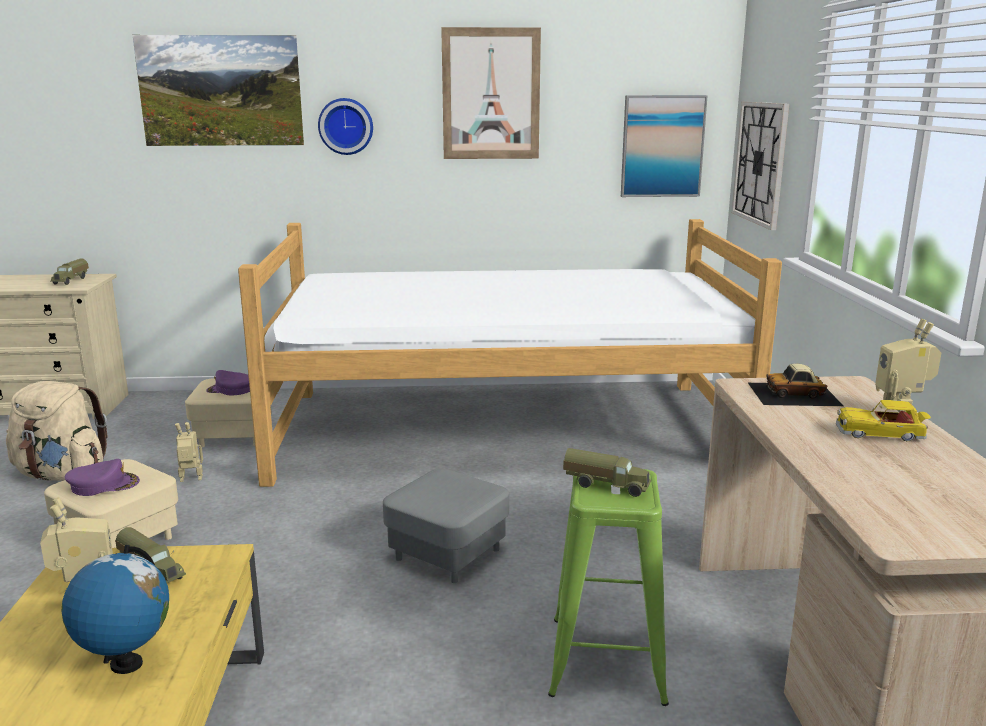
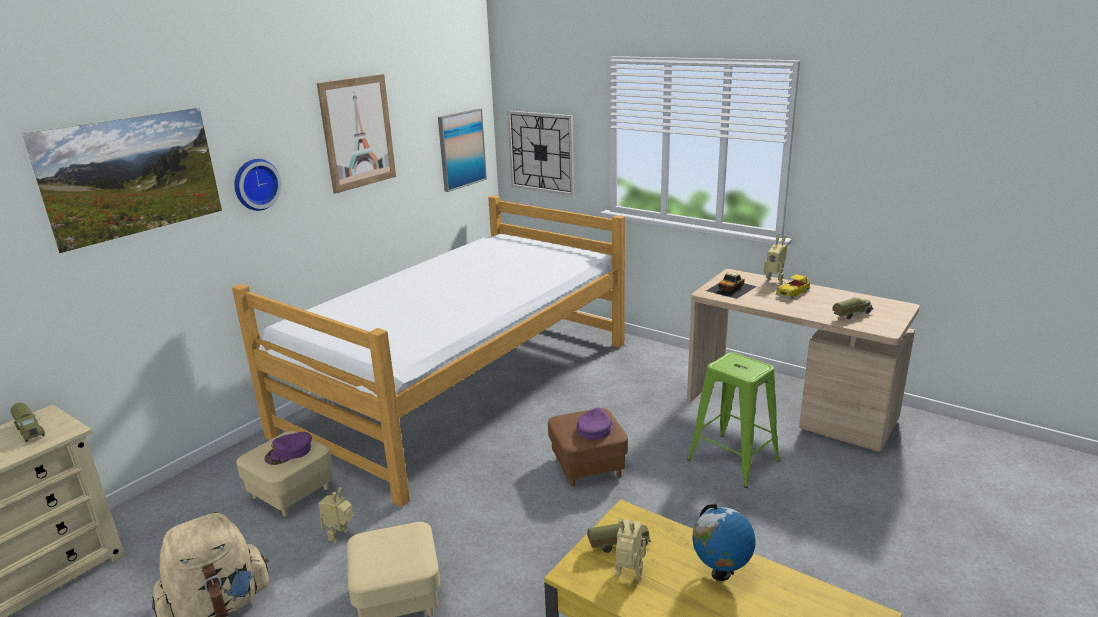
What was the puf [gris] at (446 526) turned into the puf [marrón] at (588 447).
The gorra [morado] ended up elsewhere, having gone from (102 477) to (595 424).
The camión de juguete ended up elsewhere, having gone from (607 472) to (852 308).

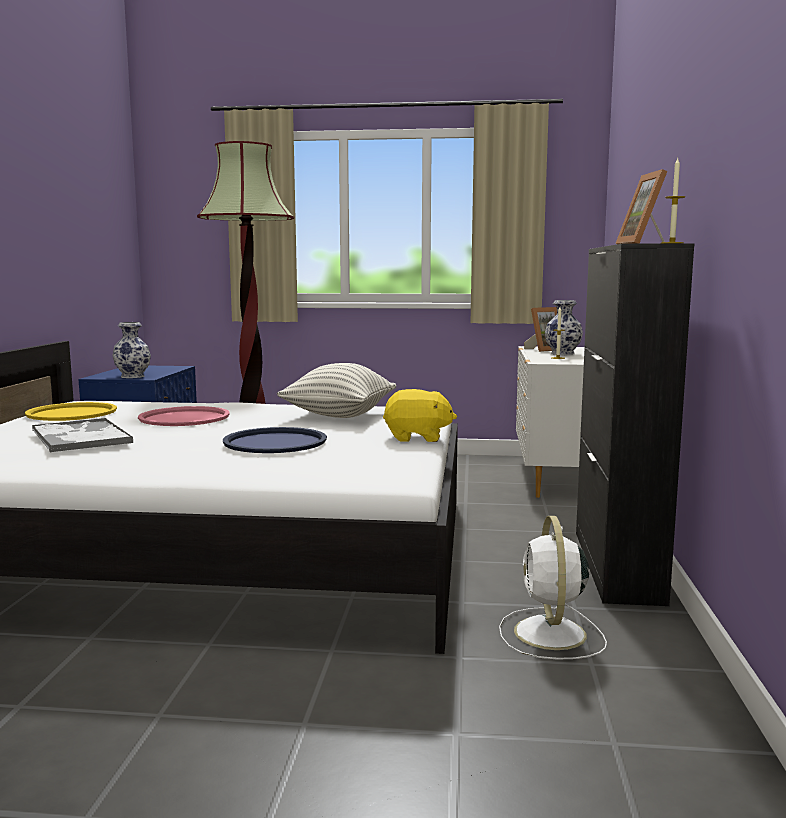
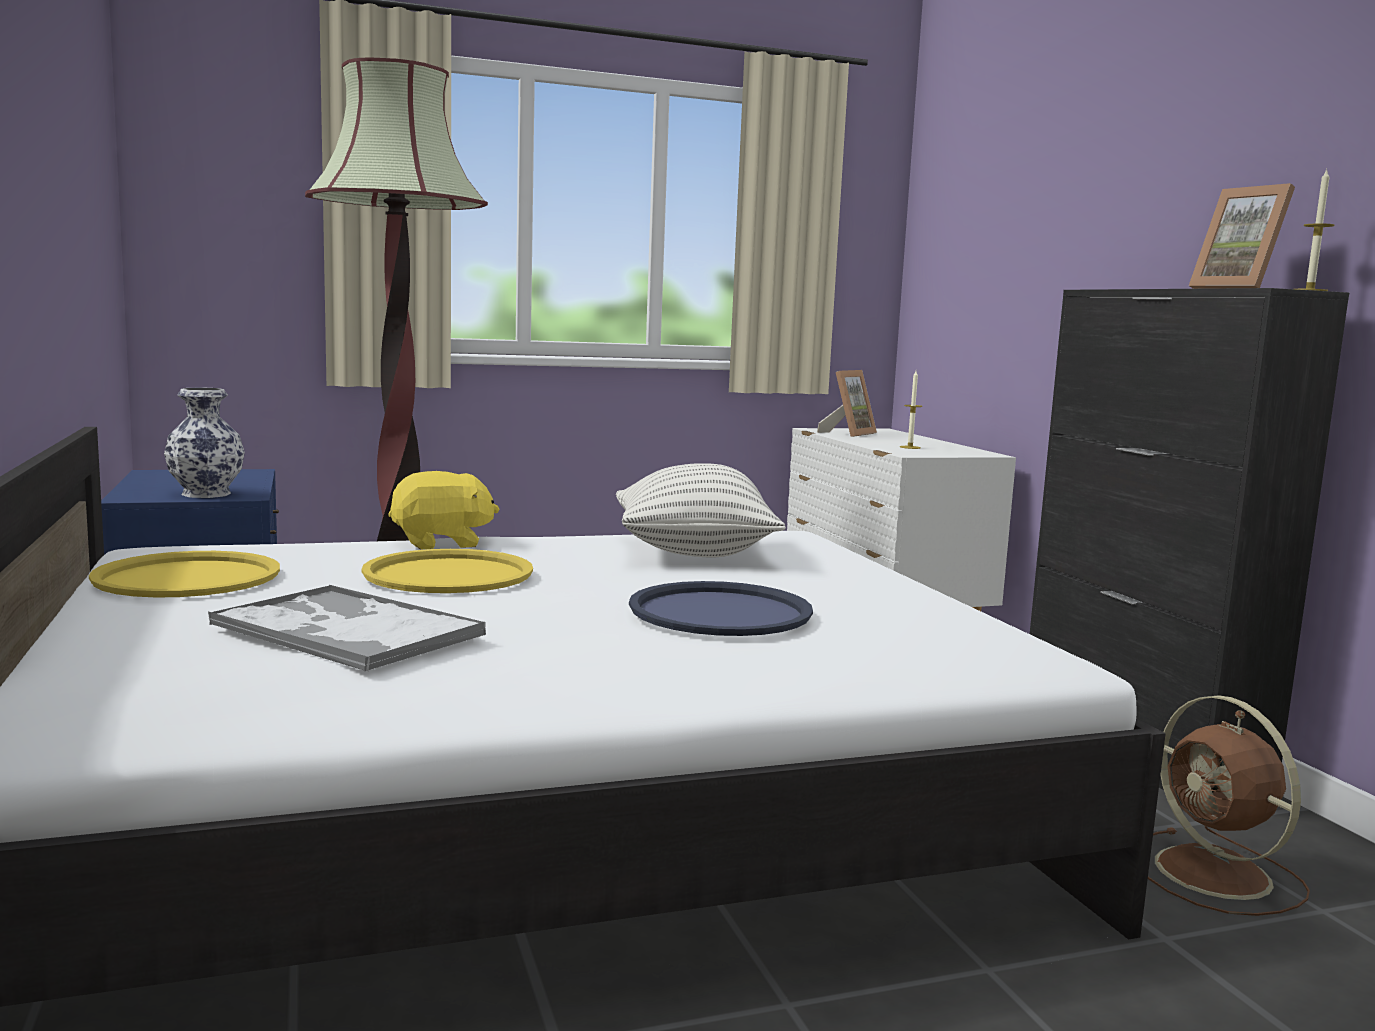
What was the bandeja [rosa] at (184 416) turned into the bandeja [amarillo] at (447 571).
The peluche [amarillo] ended up elsewhere, having gone from (420 415) to (443 510).
What was the ventilador [blanco] at (553 588) turned into the ventilador [marrón] at (1229 805).
The second view lost the florero at (564 327).

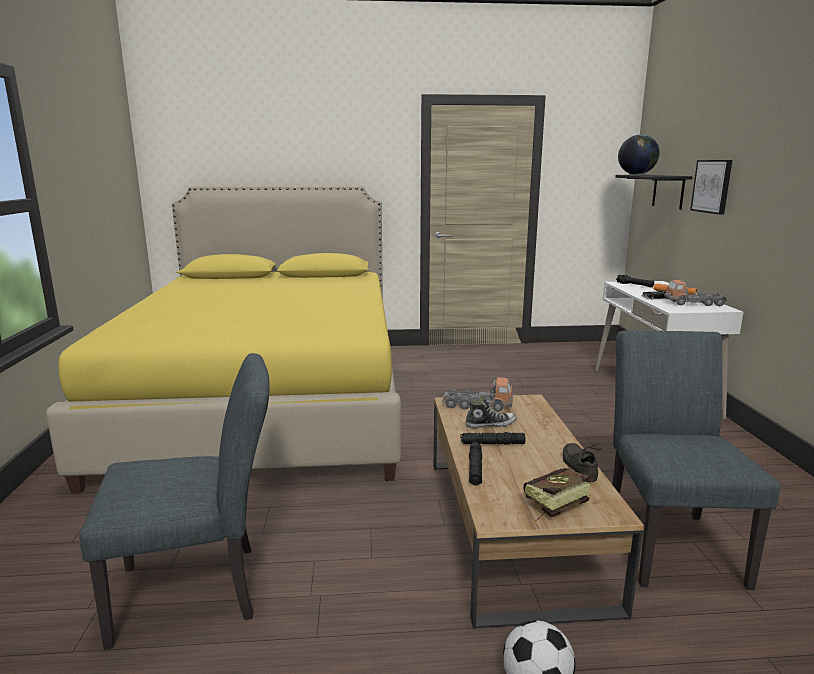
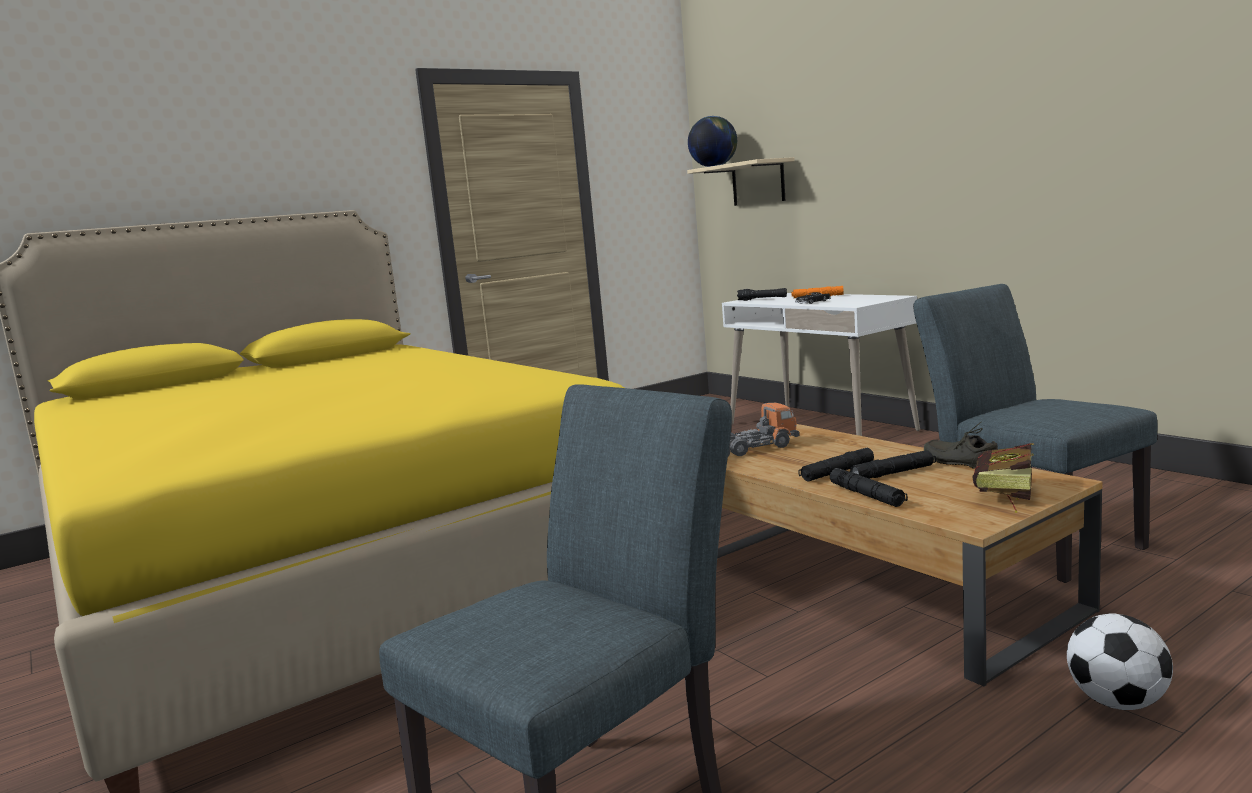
What was the estante [negro] at (653 192) turned into the estante [beis] at (741 181).
The second view gained the linterna [negro] at (893 464).
The second view lost the zapato at (491 412).
The second view lost the camión de juguete at (696 293).
The second view lost the cuadro at (711 187).

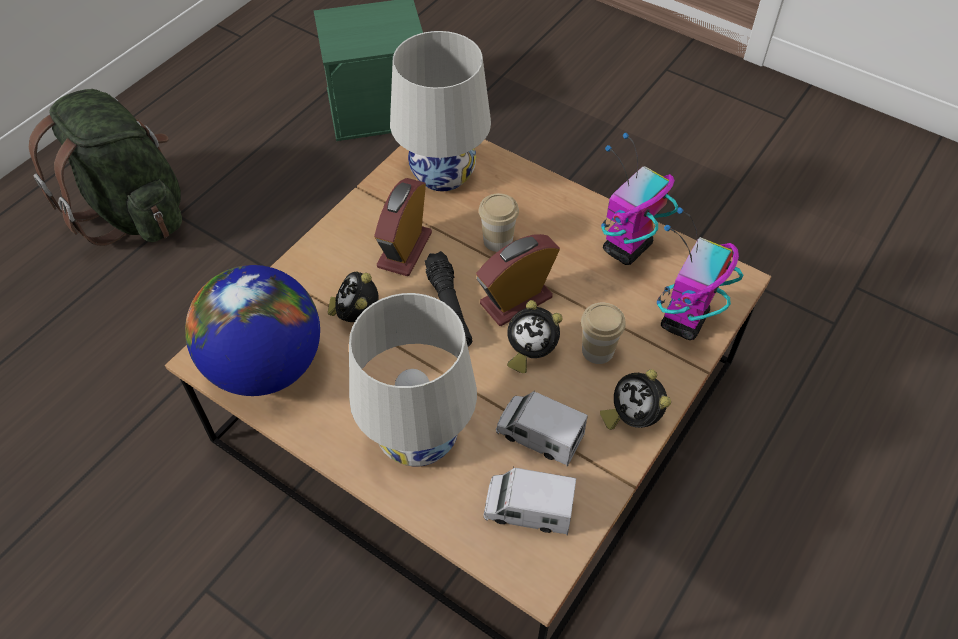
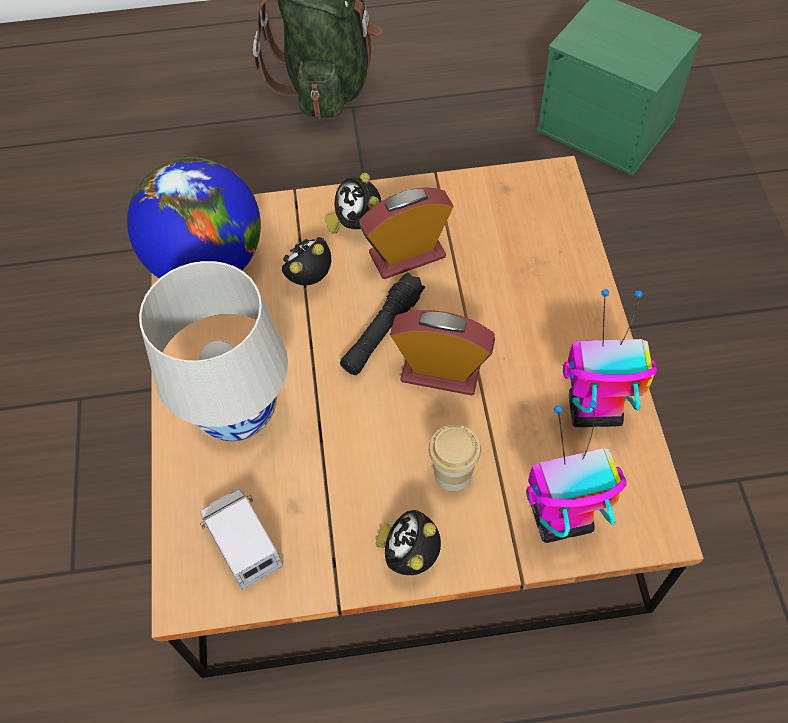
The despertador ended up elsewhere, having gone from (535 336) to (353 203).
The second view lost the lámpara de mesa [blanco] at (440 111).
The second view lost the taza at (499 222).
The second view lost the camión de juguete at (542 428).

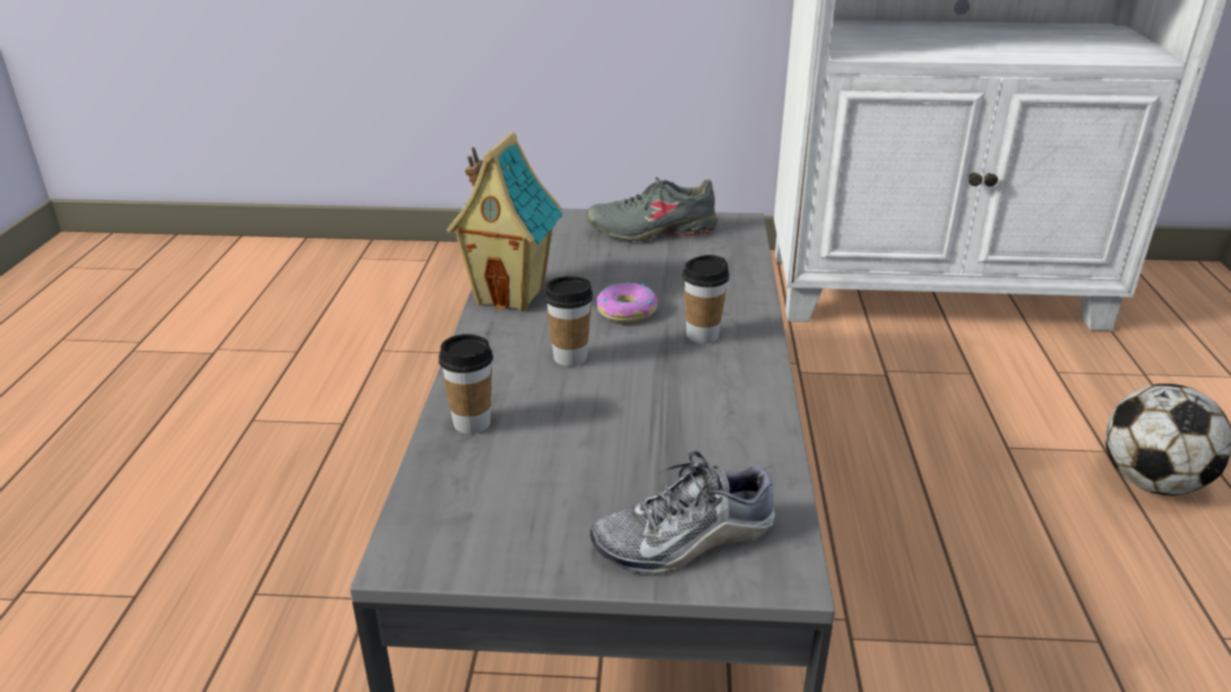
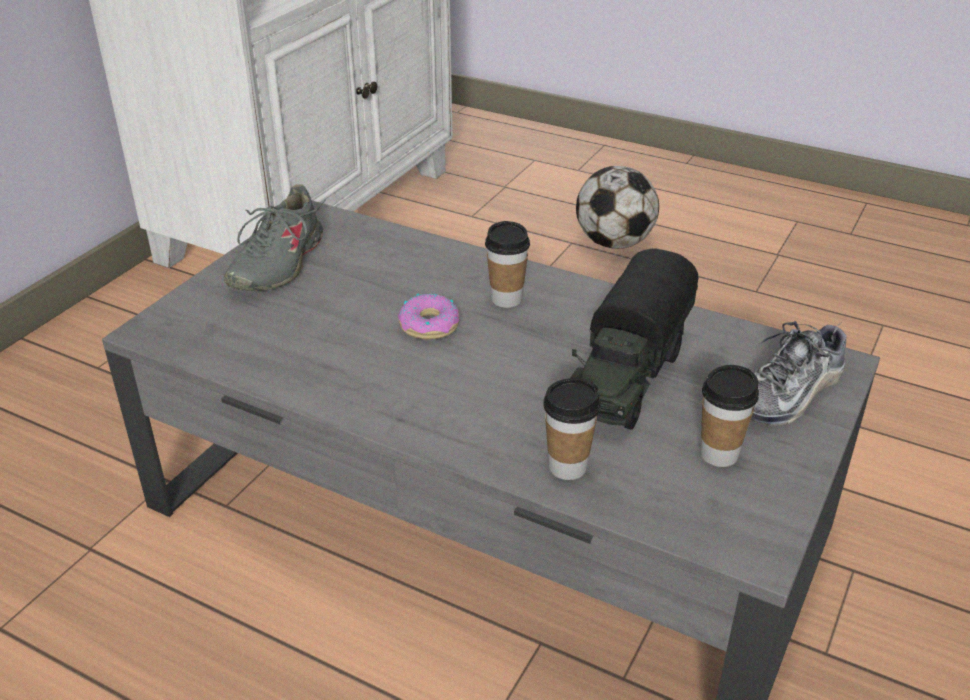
The second view gained the camión de juguete at (635 339).
The taza ended up elsewhere, having gone from (568 321) to (729 416).
The zapato at (682 513) ended up facing another way, 45 degrees clockwise from before.
The second view lost the casita at (505 222).

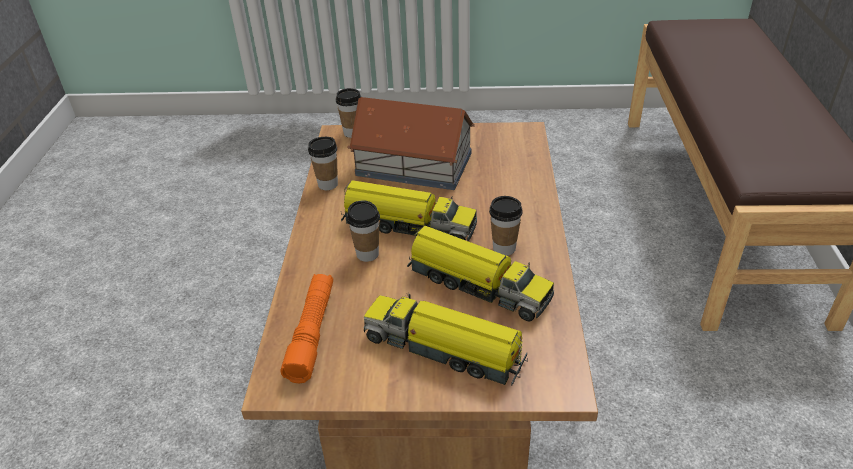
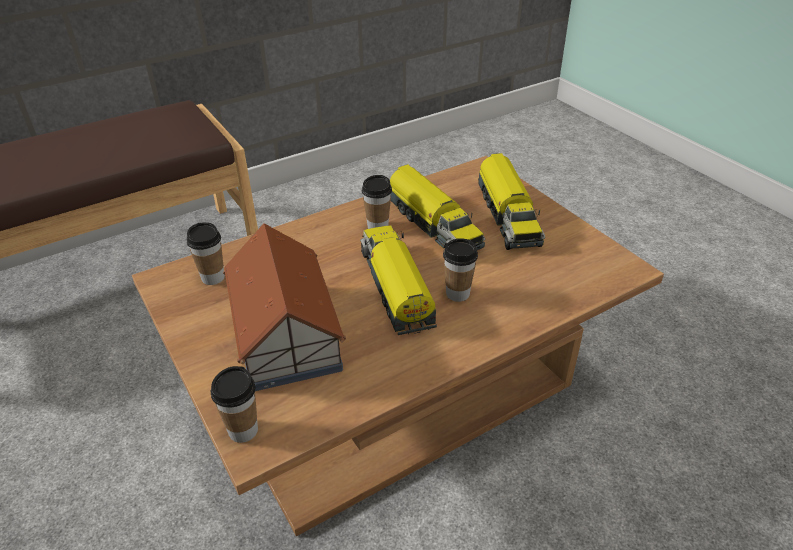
The taza ended up elsewhere, having gone from (323 163) to (206 253).
The camión de juguete at (480 274) ended up facing another way, 150 degrees clockwise from before.
The second view lost the linterna [naranja] at (306 328).

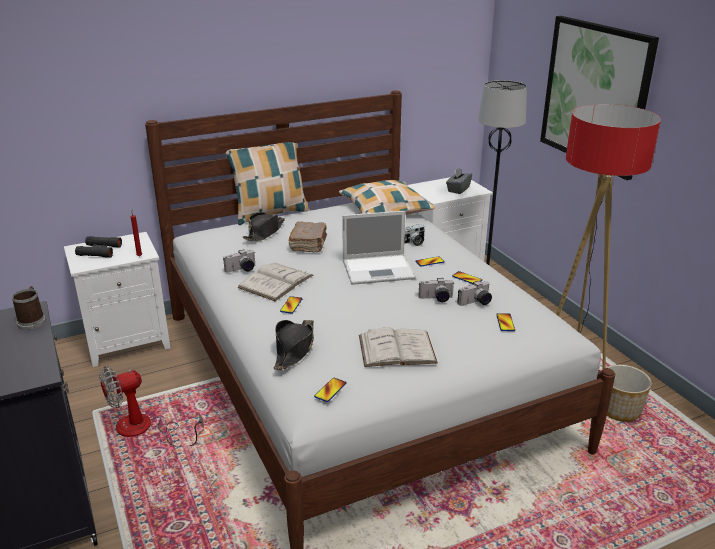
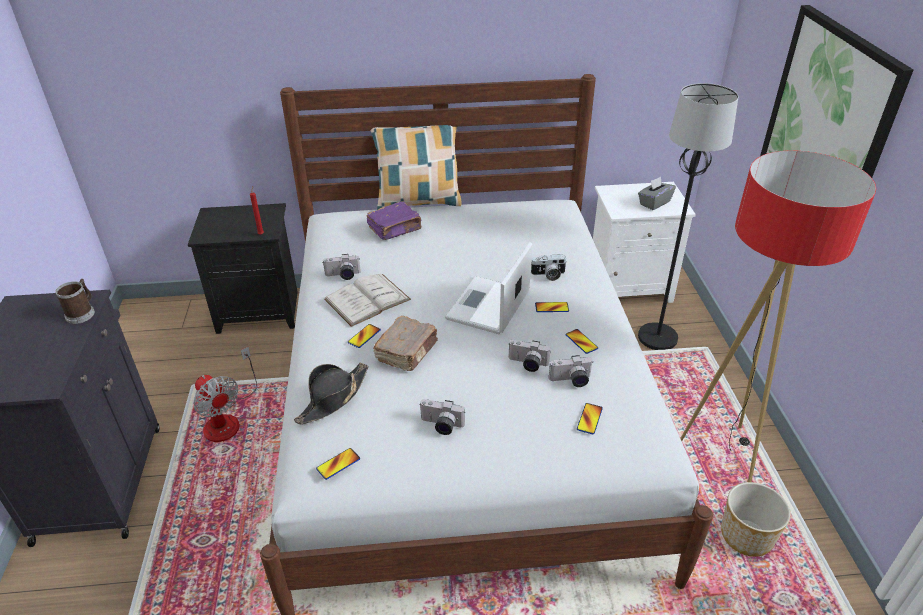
What was the mesita de noche [blanco] at (117 299) turned into the mesita de noche [negro] at (243 268).
The ventilador at (151 406) ended up facing another way, 120 degrees counterclockwise from before.
Where the sombrero [negro] stood at (264 226), the libro [morado] came to stand at (393 220).
The libro [marrón] ended up elsewhere, having gone from (308 237) to (405 343).
Where the libro [blanco] stood at (398 347), the cámara came to stand at (442 417).
The portátil at (379 248) ended up facing another way, 105 degrees clockwise from before.
The second view lost the prismáticos [negro] at (98 247).
The second view lost the cojín at (387 197).

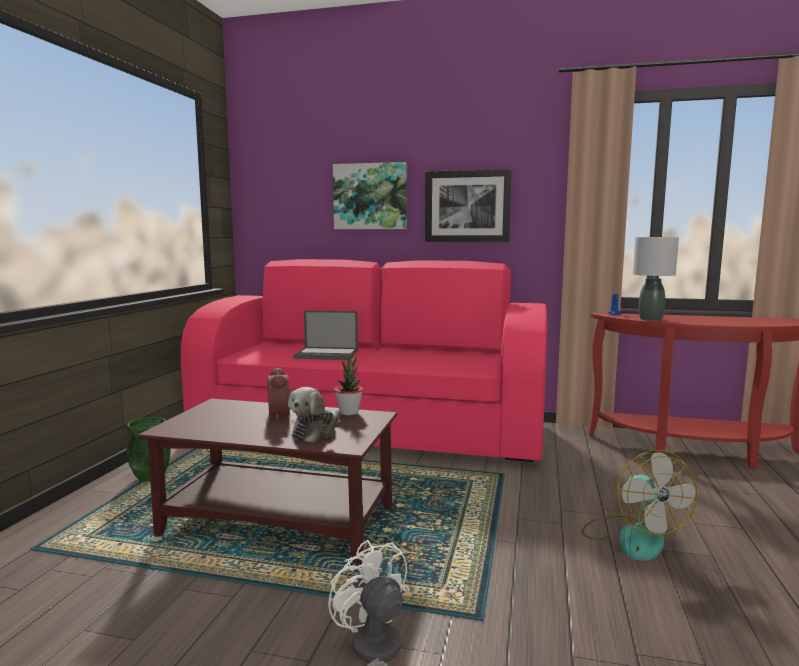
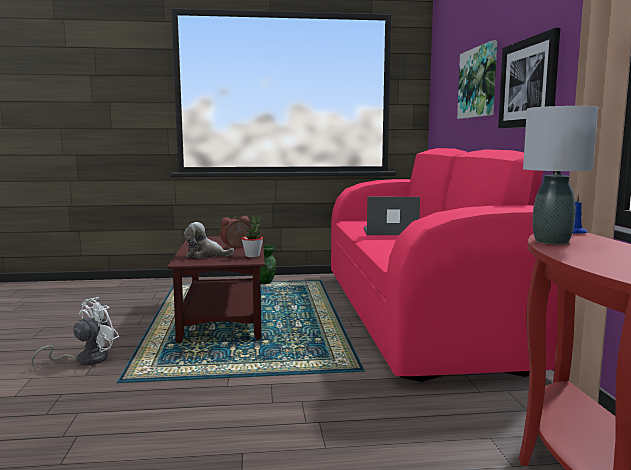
The portátil at (325 335) ended up facing another way, 105 degrees clockwise from before.
The second view lost the ventilador at (639 505).

